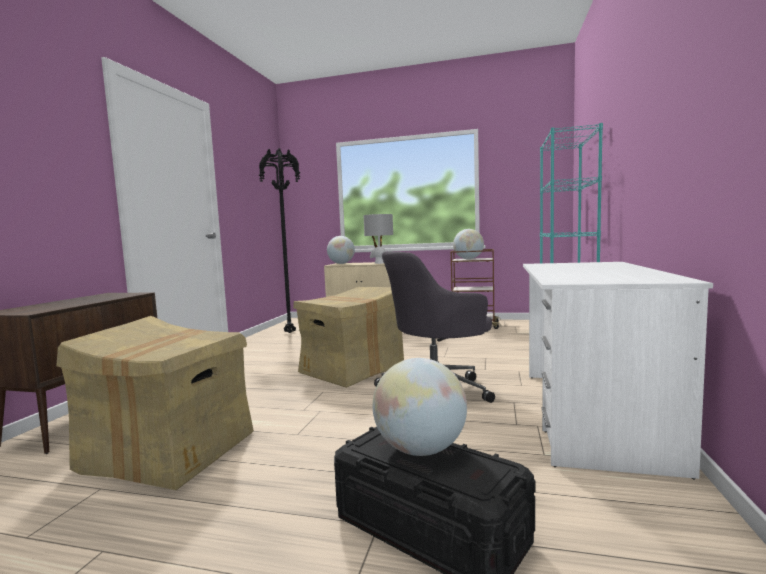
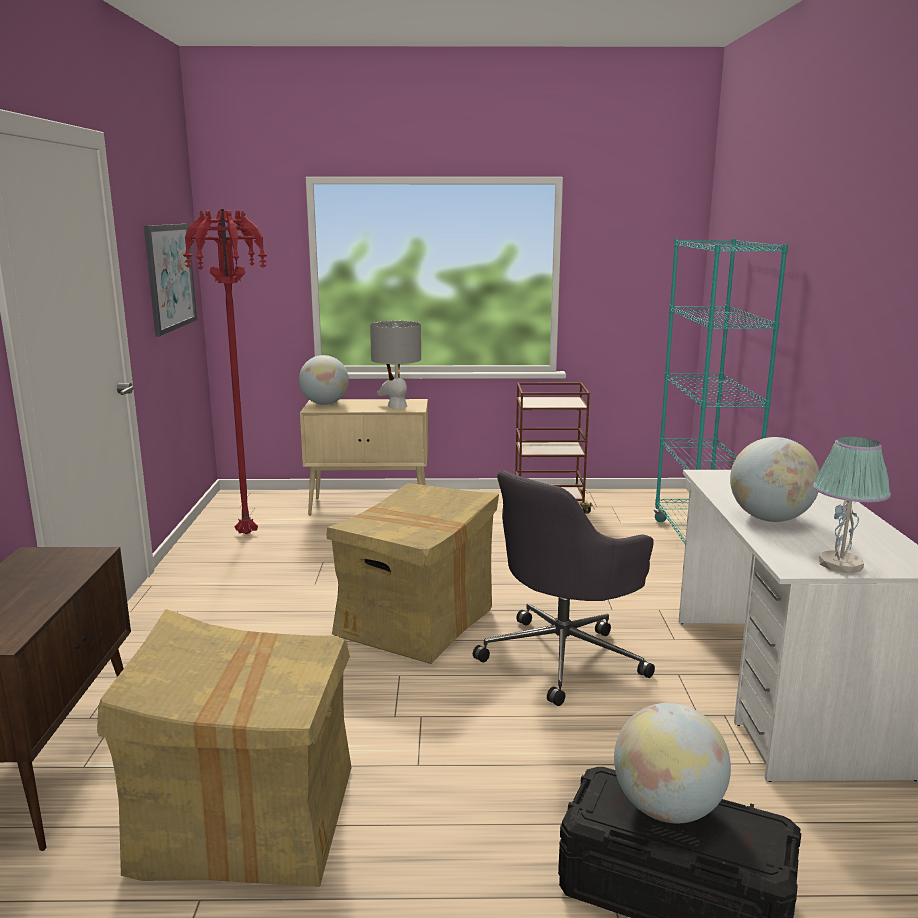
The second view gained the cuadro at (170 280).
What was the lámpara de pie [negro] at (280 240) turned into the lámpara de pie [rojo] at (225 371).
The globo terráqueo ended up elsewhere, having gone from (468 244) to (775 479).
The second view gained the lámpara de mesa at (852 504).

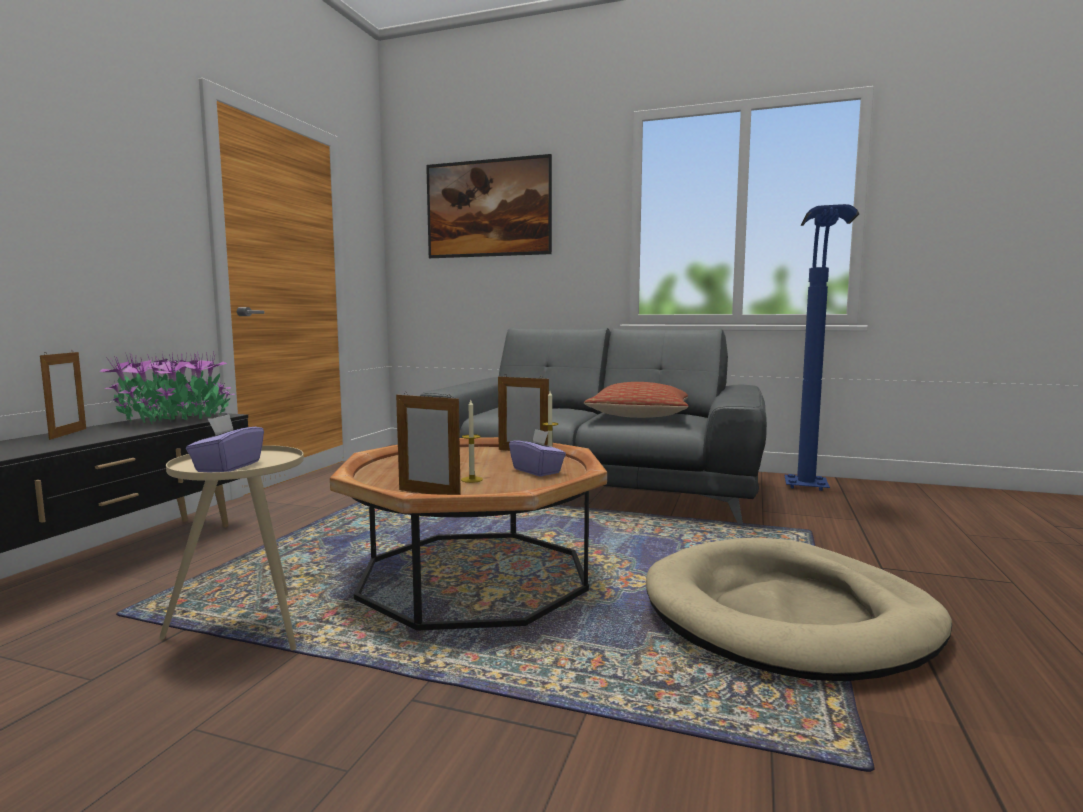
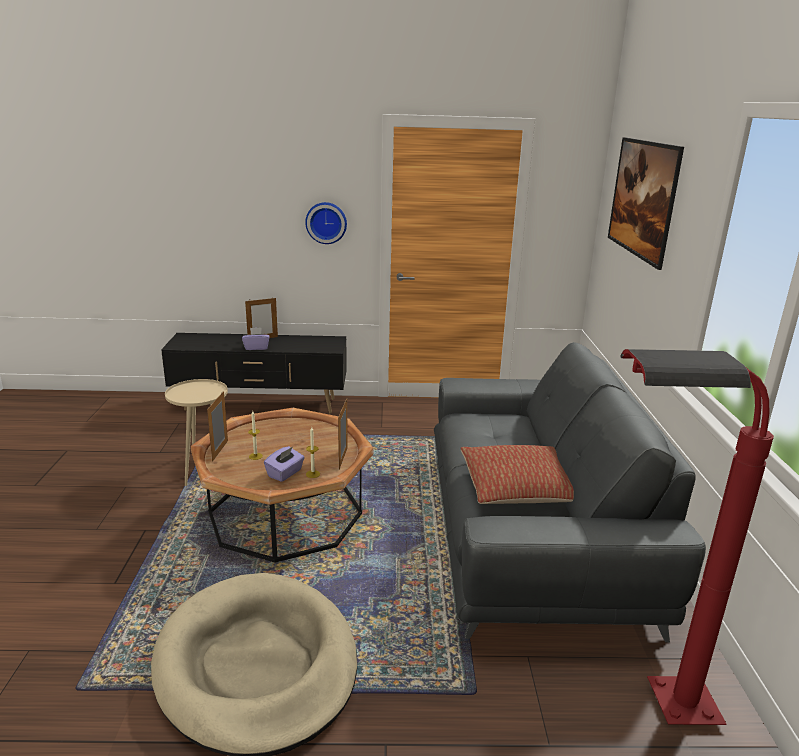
The caja de pañuelos [morado] ended up elsewhere, having gone from (225 443) to (256 339).
The second view gained the reloj de pared at (326 223).
What was the lámpara de pie [azul] at (821 347) turned into the lámpara de pie [rojo] at (697 537).
The second view lost the planta en maceta at (167 387).

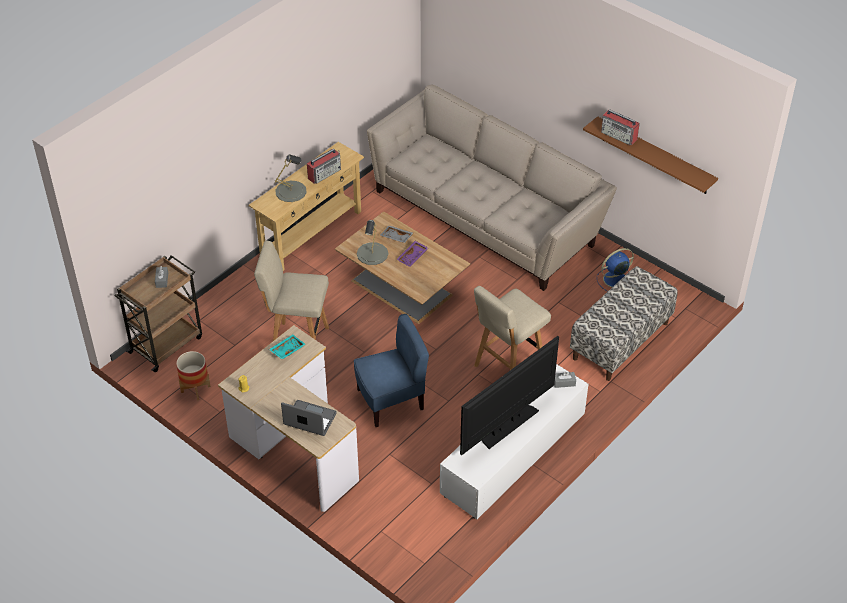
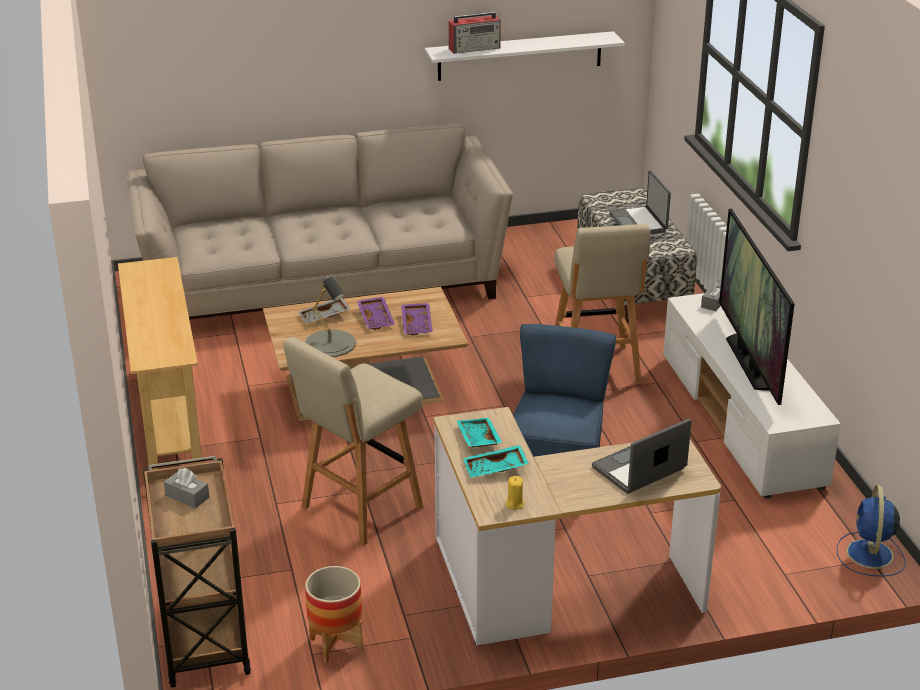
The second view gained the bandeja [morado] at (417 319).
What was the estante [marrón] at (650 155) turned into the estante [blanco] at (525 56).
The second view gained the bandeja [turquesa] at (496 461).
The second view gained the portátil at (640 202).
The ventilador [azul] ended up elsewhere, having gone from (615 269) to (871 530).
The second view lost the lámpara de mesa [gris] at (290 178).
The second view lost the radio at (324 166).

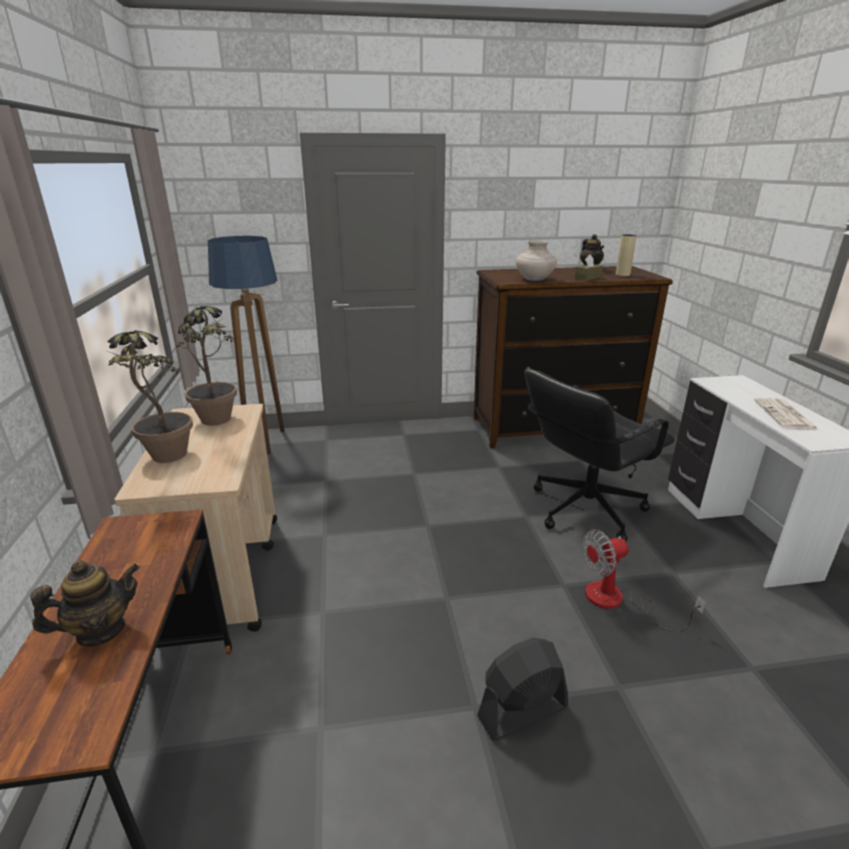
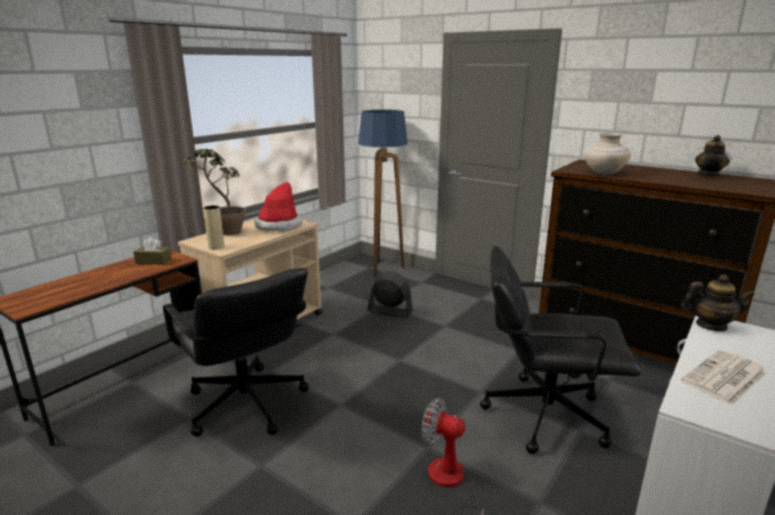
The caja de pañuelos [marrón] ended up elsewhere, having gone from (589 267) to (153 251).
The second view gained the silla de oficina [negro] at (236 352).
The florero [beis] ended up elsewhere, having gone from (626 255) to (213 227).
Where the planta en maceta stood at (206 366), the sombrero came to stand at (278 206).
The ventilador [negro] ended up elsewhere, having gone from (522 689) to (390 294).
The tetera ended up elsewhere, having gone from (85 603) to (718 302).

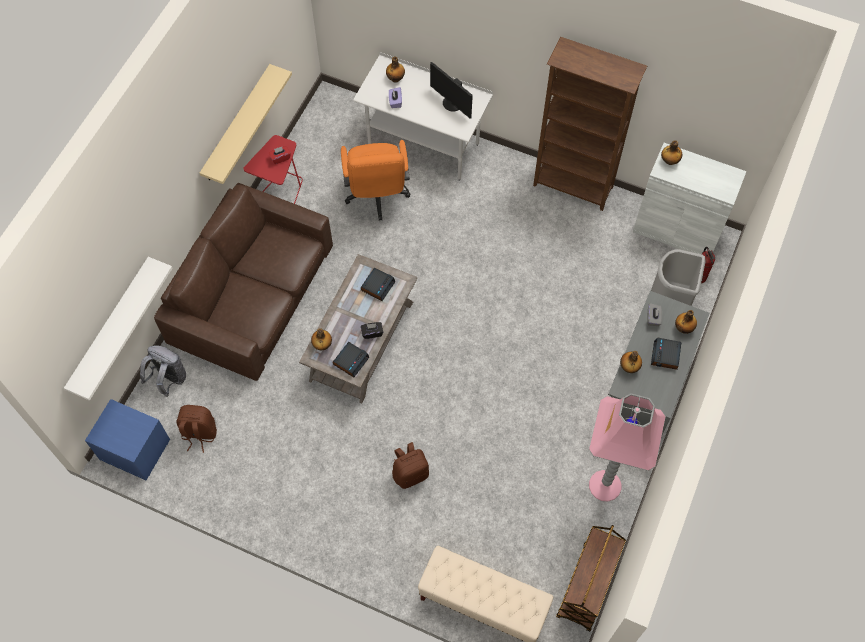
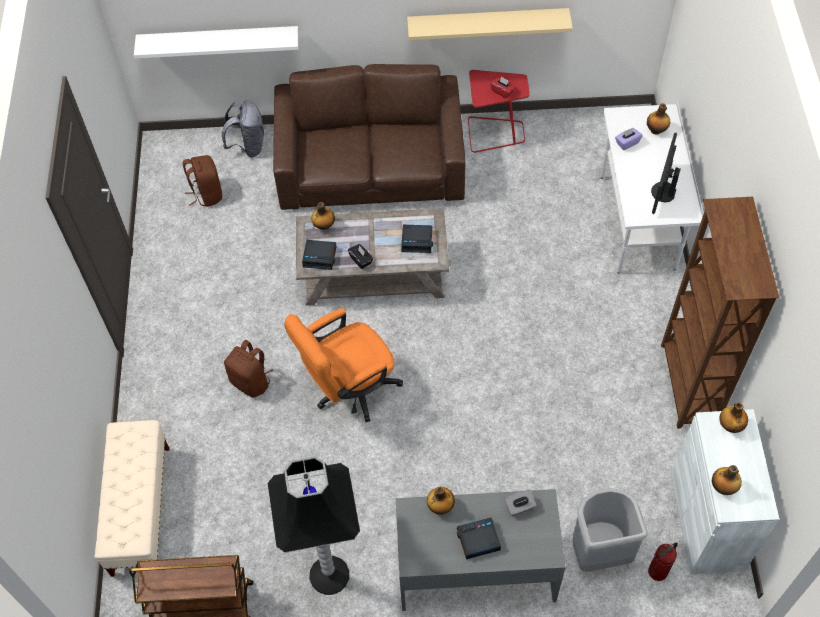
What was the lámpara de pie [rosa] at (627 447) turned into the lámpara de pie [negro] at (313 525).
The silla de oficina [naranja] ended up elsewhere, having gone from (375 180) to (343 365).
The botella ended up elsewhere, having gone from (686 322) to (727 480).
The second view lost the mesita de noche [azul] at (127 439).

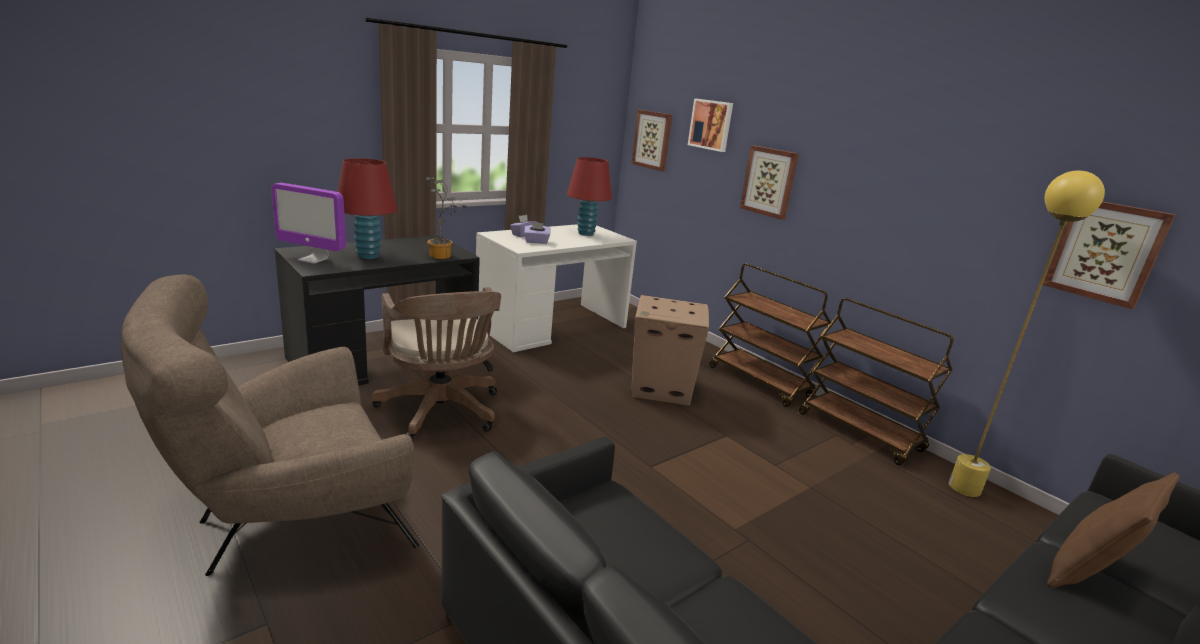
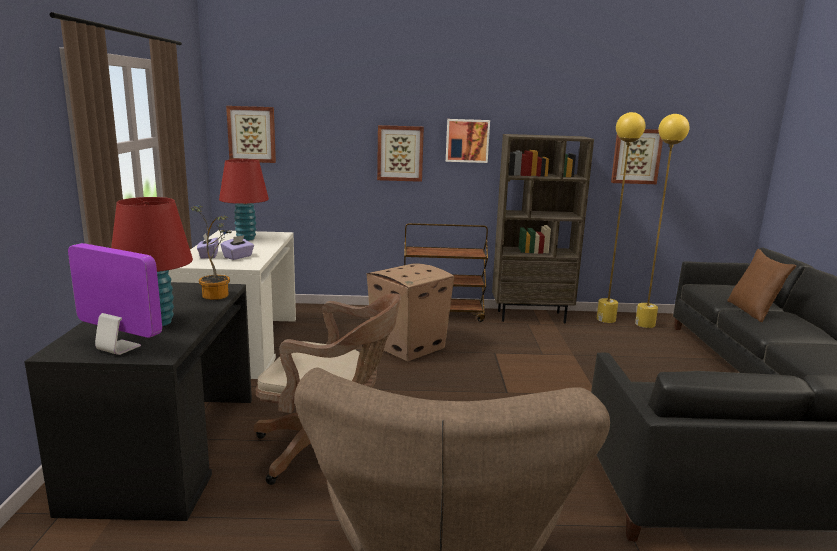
The monitor at (308 223) ended up facing another way, 120 degrees counterclockwise from before.
The cuadro ended up elsewhere, having gone from (710 125) to (468 141).
Where the carrito [marrón] stood at (876 382), the estantería [marrón] came to stand at (543 228).
The second view gained the lámpara de pie [amarillo] at (662 221).

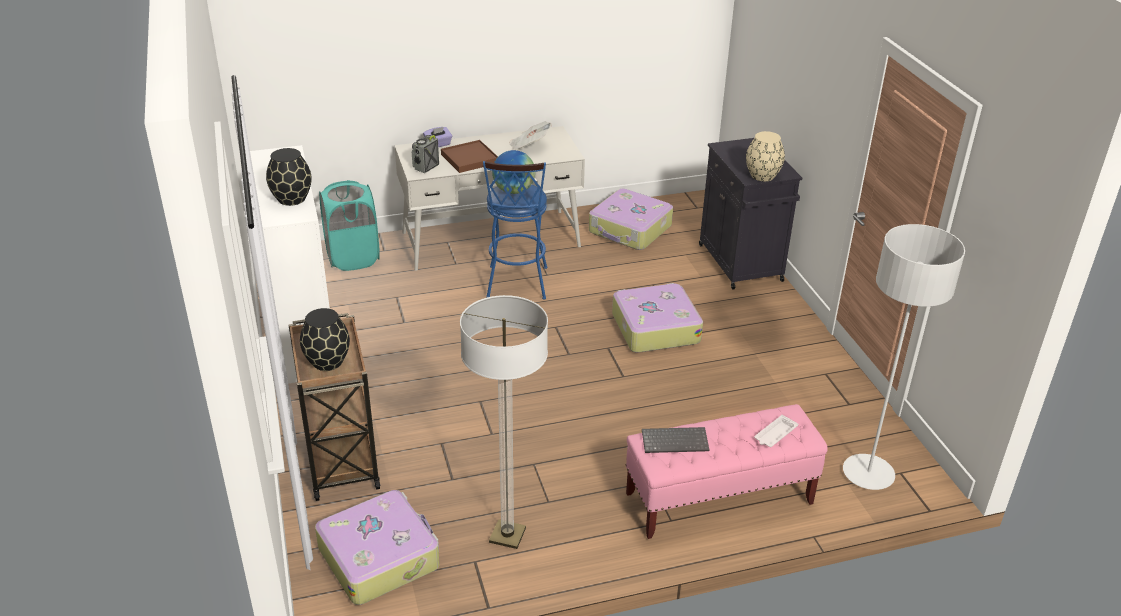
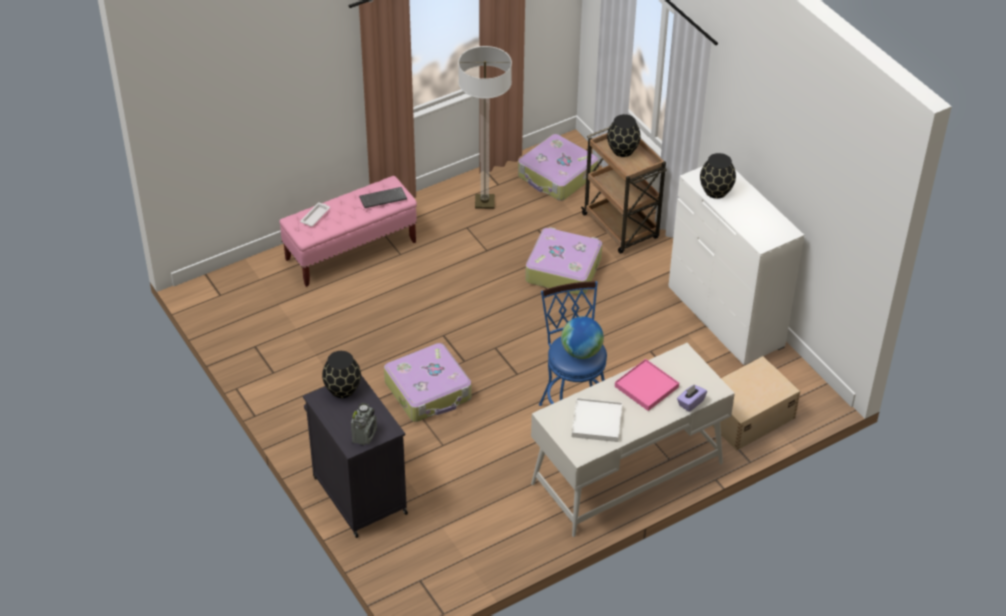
What was the florero [beis] at (765 156) turned into the florero [negro] at (341 374).
The radio ended up elsewhere, having gone from (425 154) to (364 424).
The maleta ended up elsewhere, having gone from (631 219) to (563 261).
Where the periódico stood at (530 135), the bandeja [blanco] came to stand at (597 420).
What was the bandeja [marrón] at (469 156) turned into the bandeja [rosa] at (647 385).
Where the cesto de la ropa [turquesa] stood at (349 225), the caja de almacenaje [beis] came to stand at (756 403).
The second view lost the lámpara de pie [gris] at (904 357).

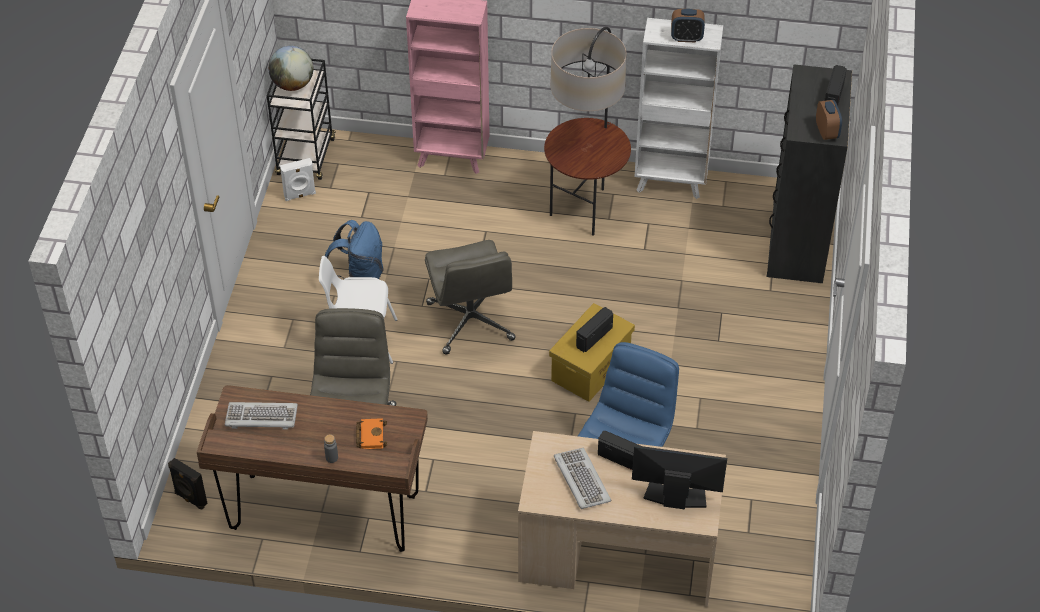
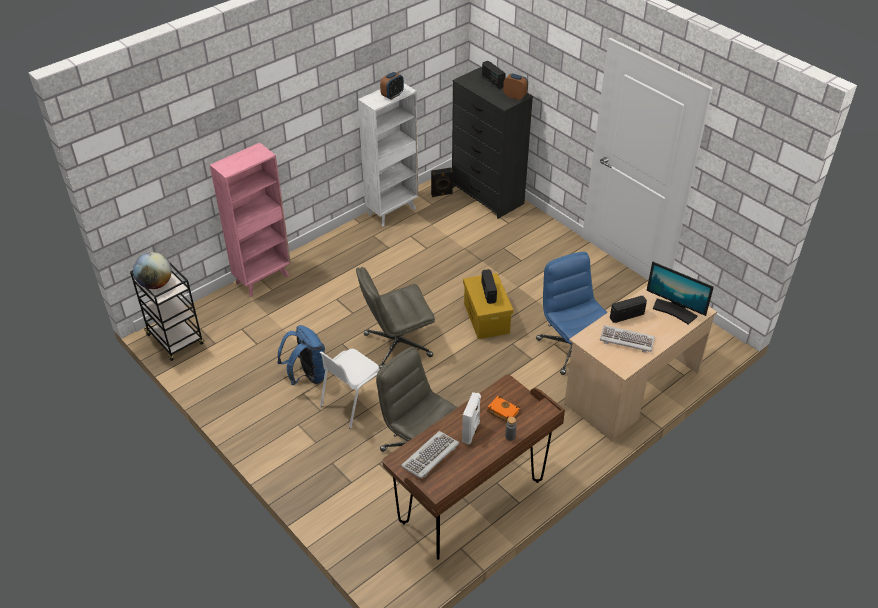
The silla de oficina [gris] at (470 297) ended up facing another way, 135 degrees clockwise from before.
The altavoz [negro] ended up elsewhere, having gone from (187 483) to (442 182).
The altavoz [blanco] ended up elsewhere, having gone from (298 179) to (471 418).
The monitor at (679 477) ended up facing another way, 105 degrees counterclockwise from before.
The second view lost the lámpara de pie at (587 131).

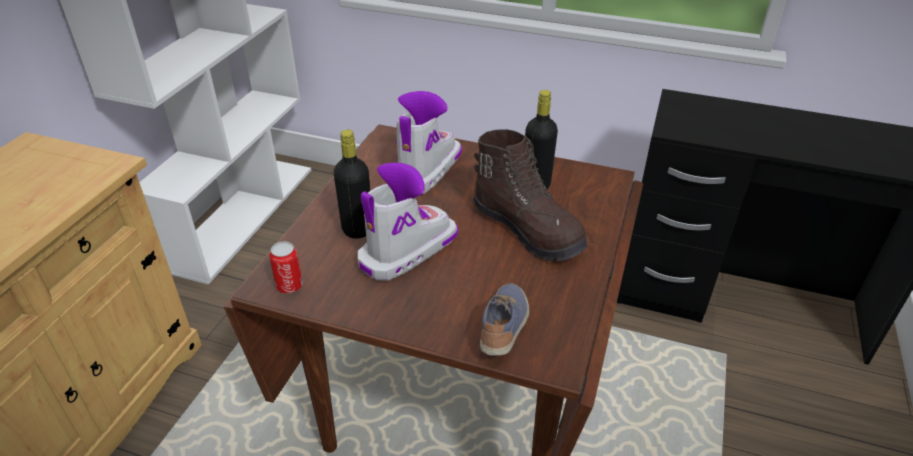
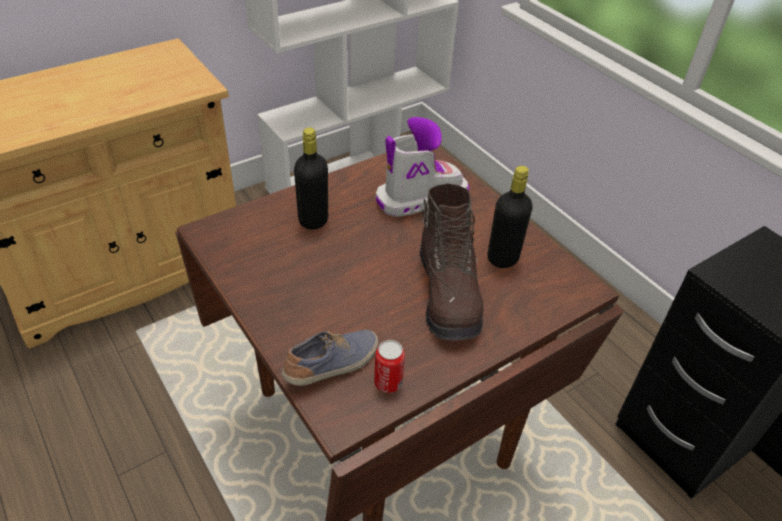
The lata ended up elsewhere, having gone from (286 267) to (389 366).
The second view lost the bota at (408 222).

